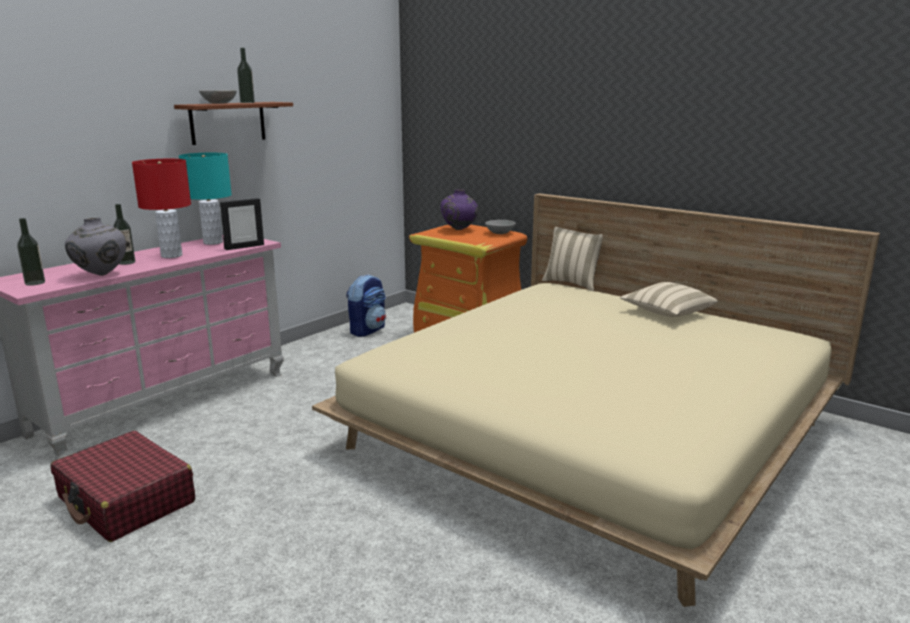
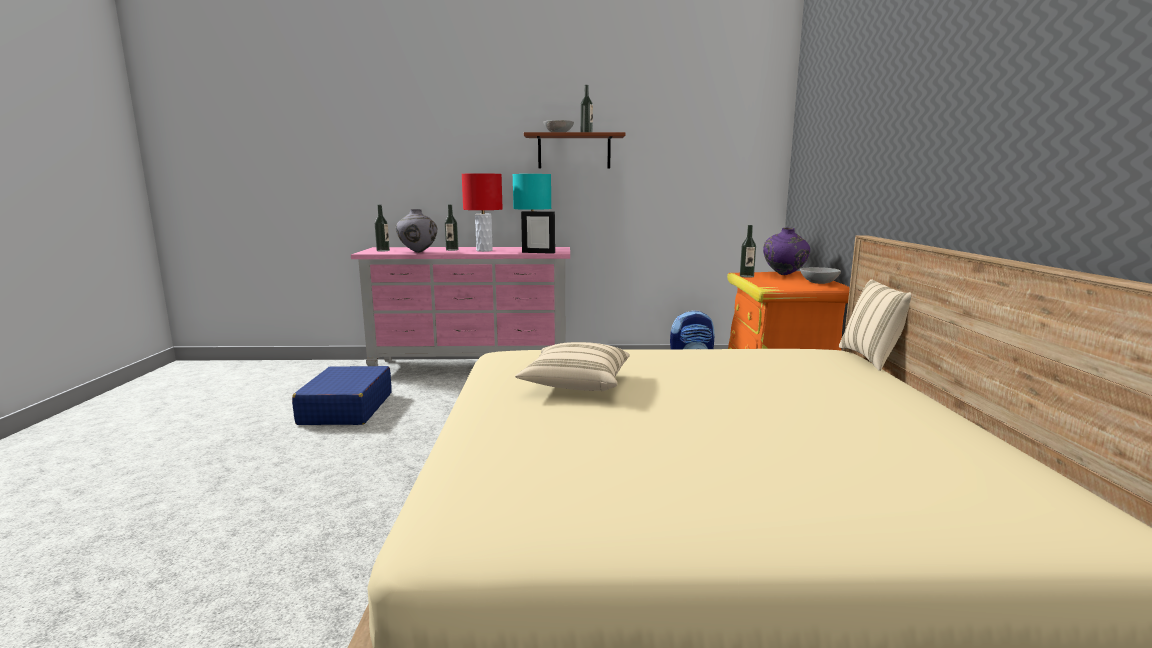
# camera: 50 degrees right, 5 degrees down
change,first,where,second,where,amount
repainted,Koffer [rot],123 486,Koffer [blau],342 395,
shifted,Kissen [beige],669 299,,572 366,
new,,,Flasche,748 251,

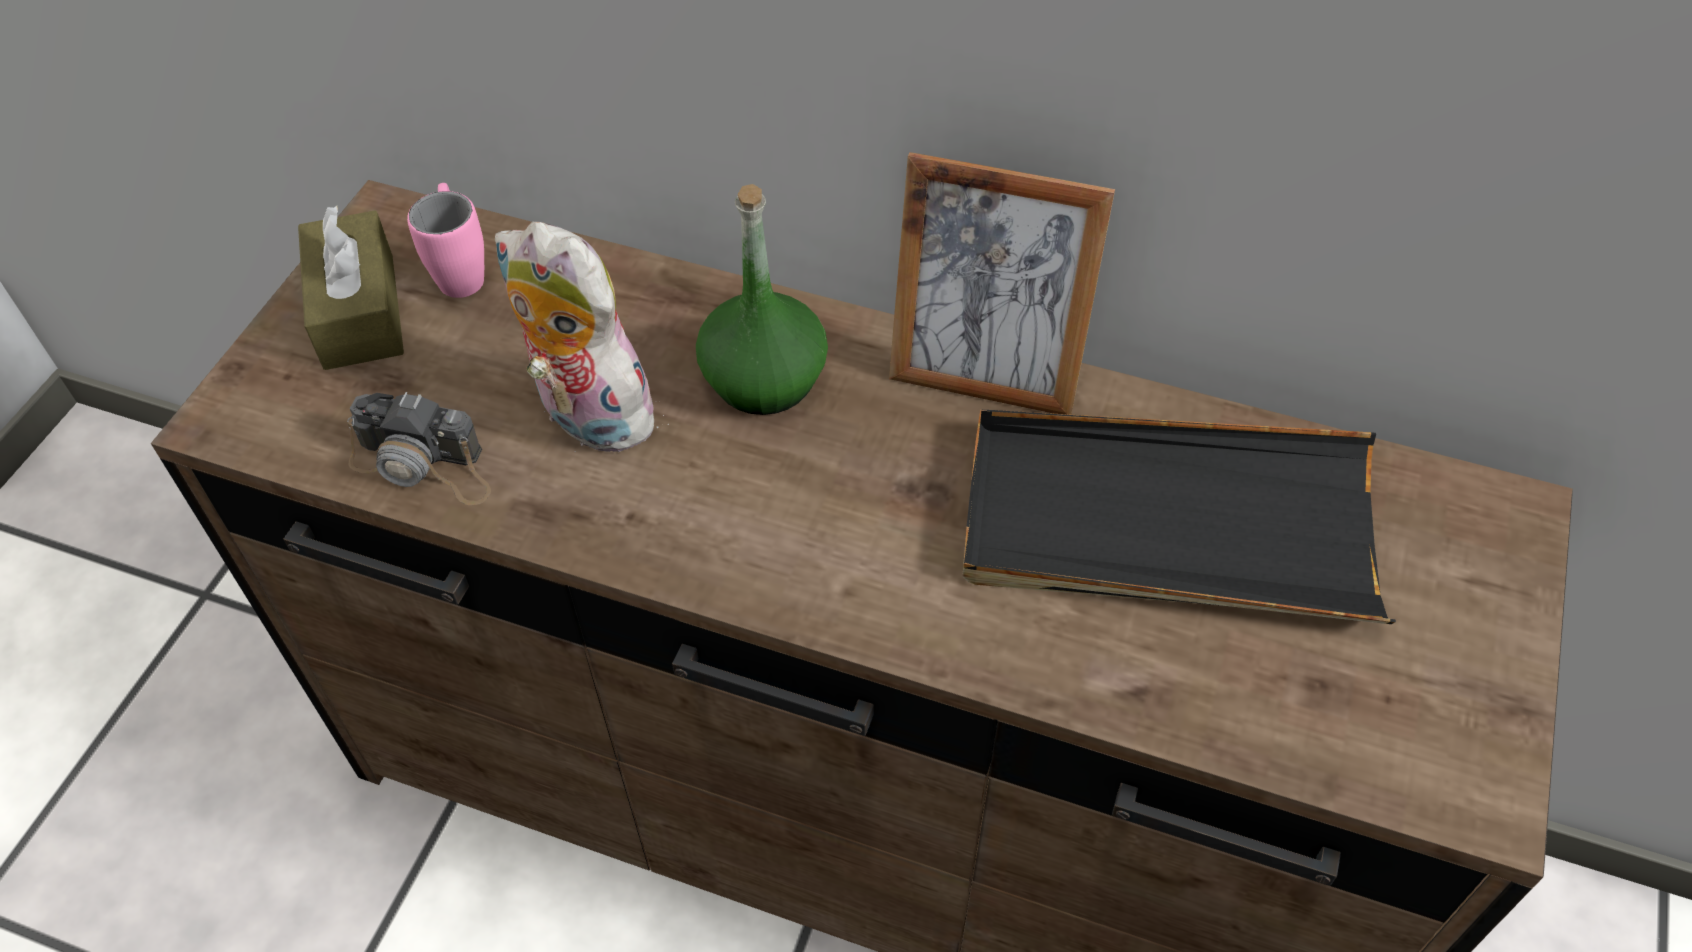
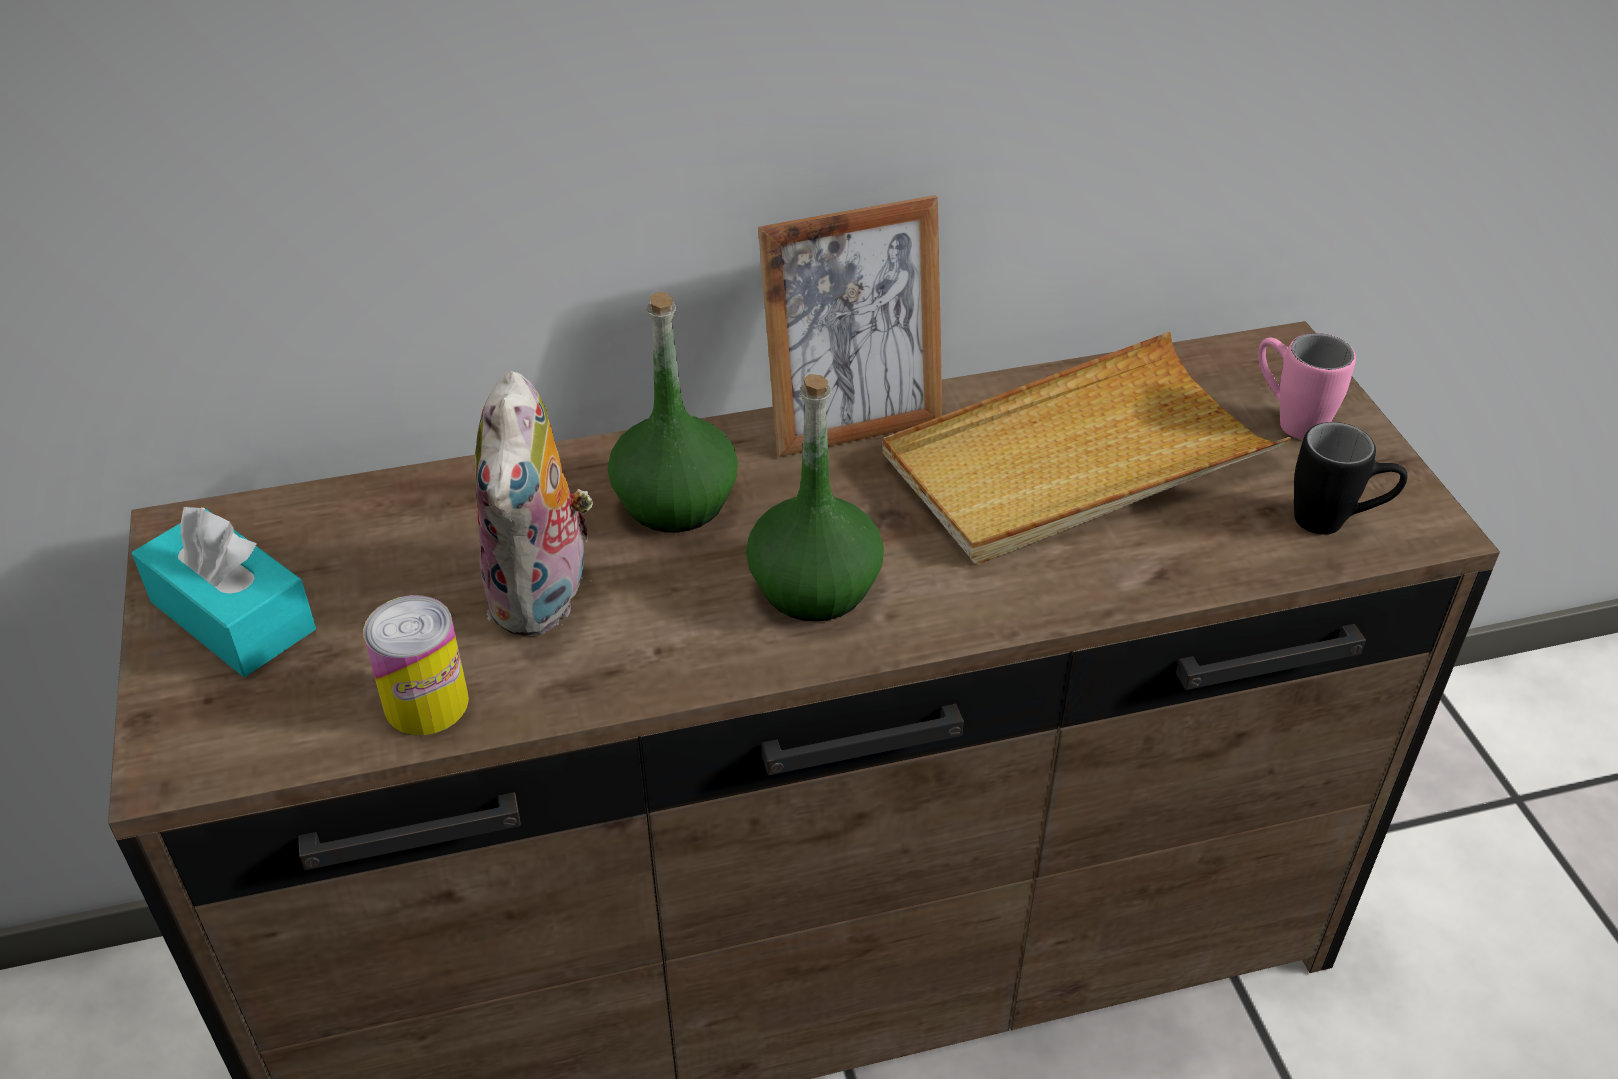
# camera: 35 degrees left, 10 degrees down
change,first,where,second,where,amount
repainted,Taschentuchbox [braun],351 288,Taschentuchbox [türkis],224 591,
swapped,Kamera,419 448,Dose,416 665,
shifted,Henkelbecher [rosa],445 240,,1307 386,
rotated,Plüschtier,579 337,,534 503,90 degrees counterclockwise
repainted,Tablett [schwarz],1179 517,Tablett [beige],1086 448,
new,,,Flasche [grün],815 498,
new,,,Henkelbecher [schwarz],1350 478,

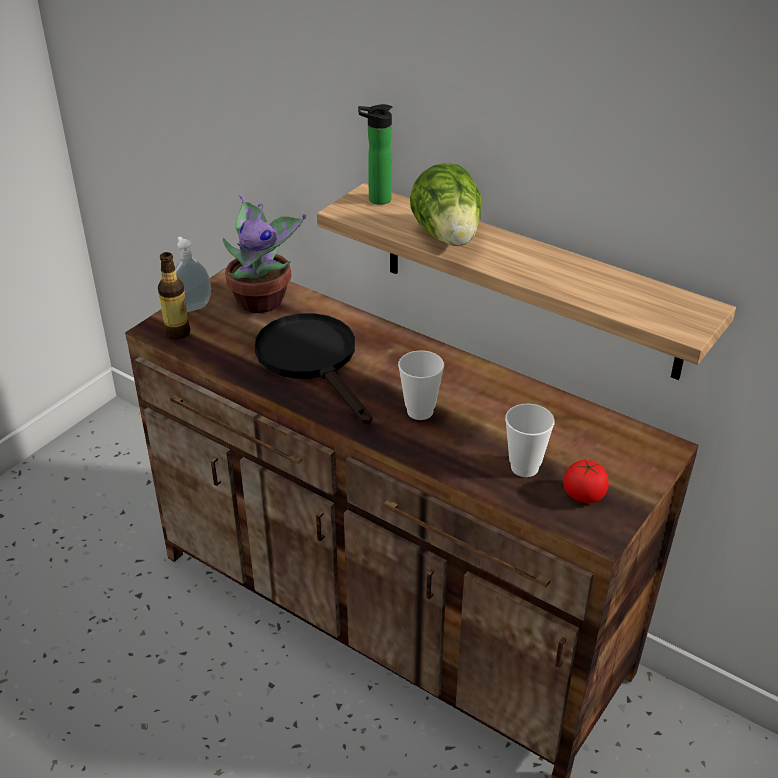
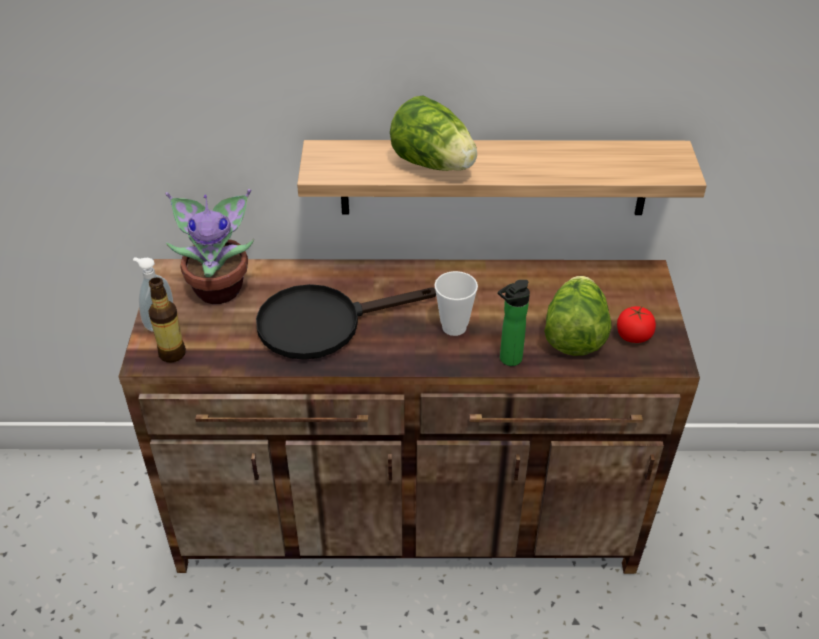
# camera: 35 degrees left, 5 degrees up
change,first,where,second,where,amount
rotated,Pfanne [schwarz],314 368,,346 322,45 degrees counterclockwise
shifted,Flasche,375 154,,514 323,
swapped,Tasse,530 440,Salatkopf,578 316,

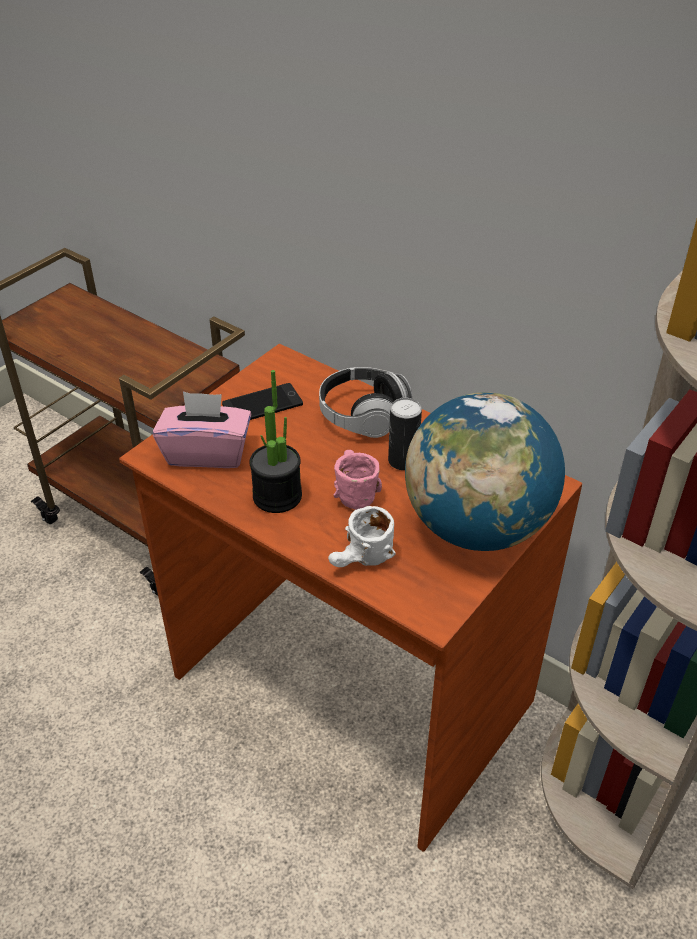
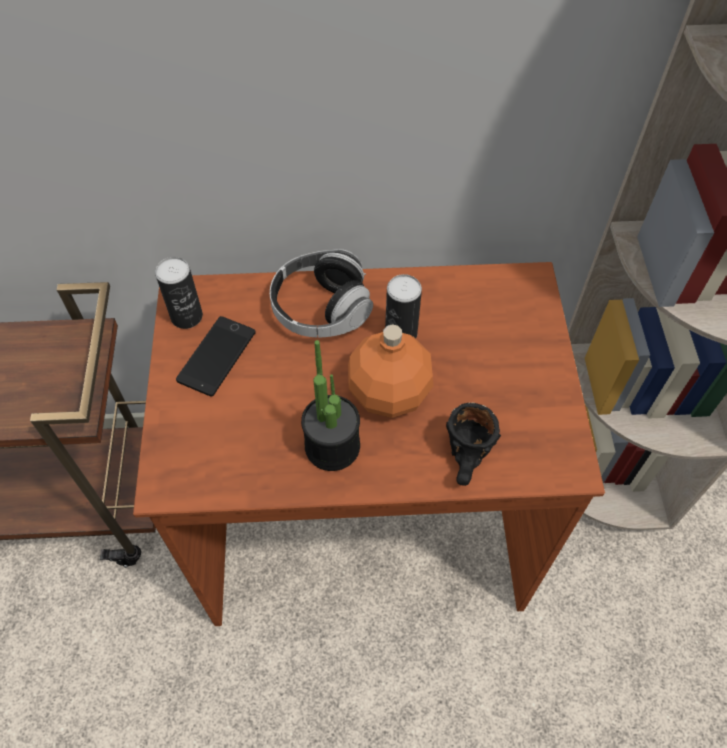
# camera: 40 degrees left, 15 degrees up
change,first,where,second,where,amount
gone,Taschentuchbox [rosa],202 430,,,
repainted,Henkelbecher [weiß],362 536,Henkelbecher [schwarz],473 444,
swapped,Henkelbecher [rosa],358 480,Flasche [orange],390 371,
gone,Globus,485 471,,,
new,,,Dose,179 293,

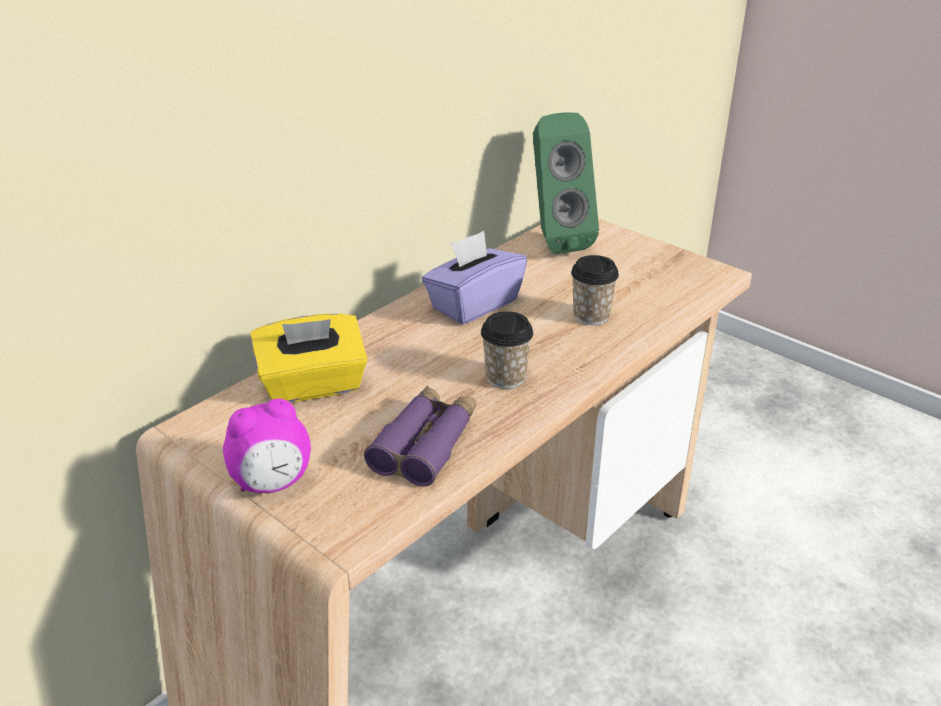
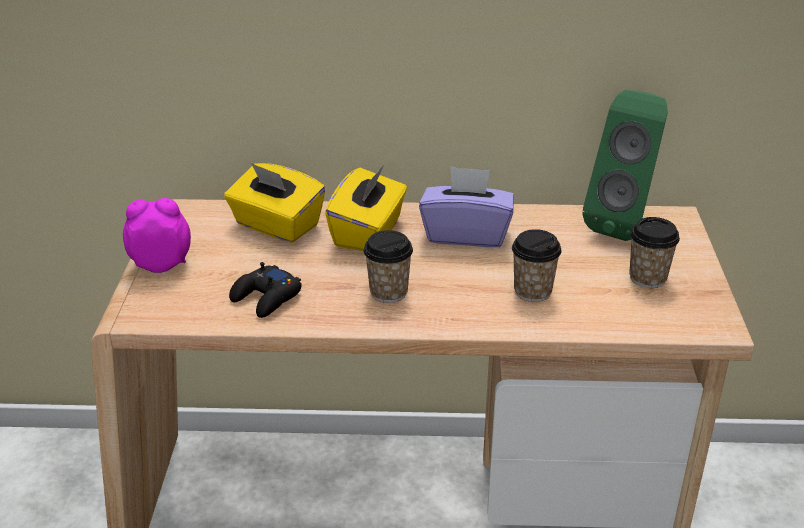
# camera: 50 degrees right, 0 degrees up
change,first,where,second,where,amount
rotated,Wecker,267 446,,157 235,150 degrees clockwise
swapped,Fernglas [lila],420 436,Gamepad [schwarz],265 290,
new,,,Taschentuchbox [gelb],366 208,
new,,,Tasse,654 252,

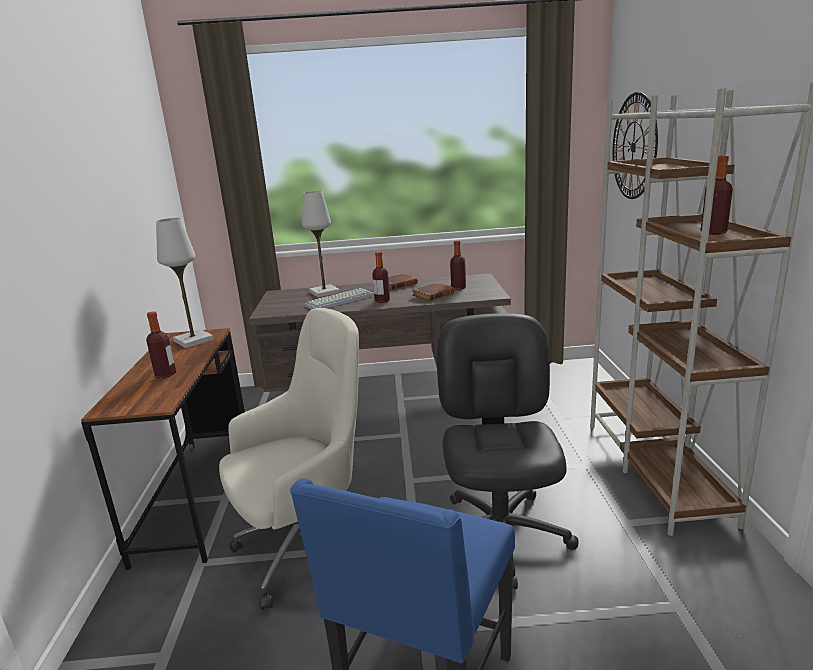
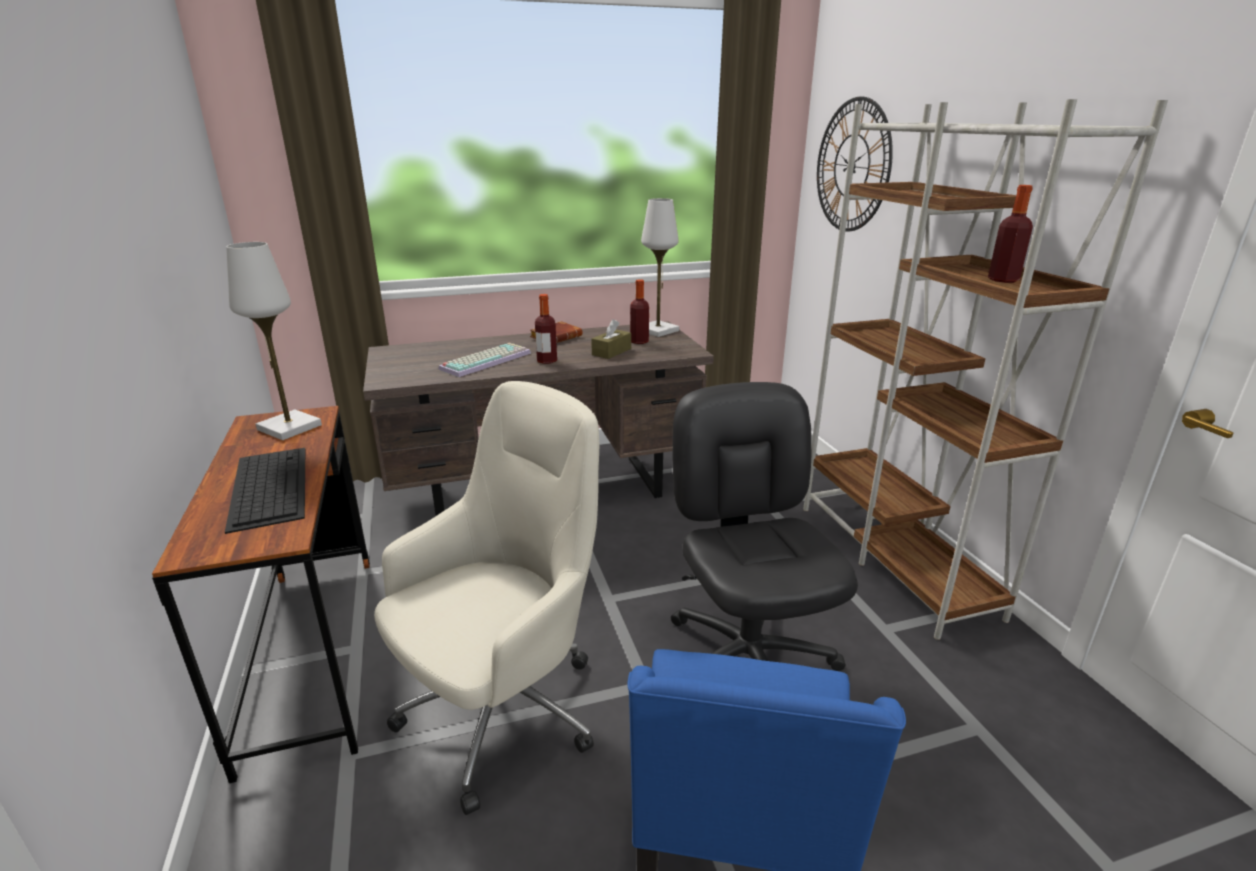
# camera: 15 degrees left, 5 degrees up
change,first,where,second,where,amount
swapped,Flasche,161 344,Tastatur,265 491,
shifted,Tischlampe [weiß],321 244,,660 267,
swapped,Buch [braun],433 291,Taschentuchbox [braun],611 339,

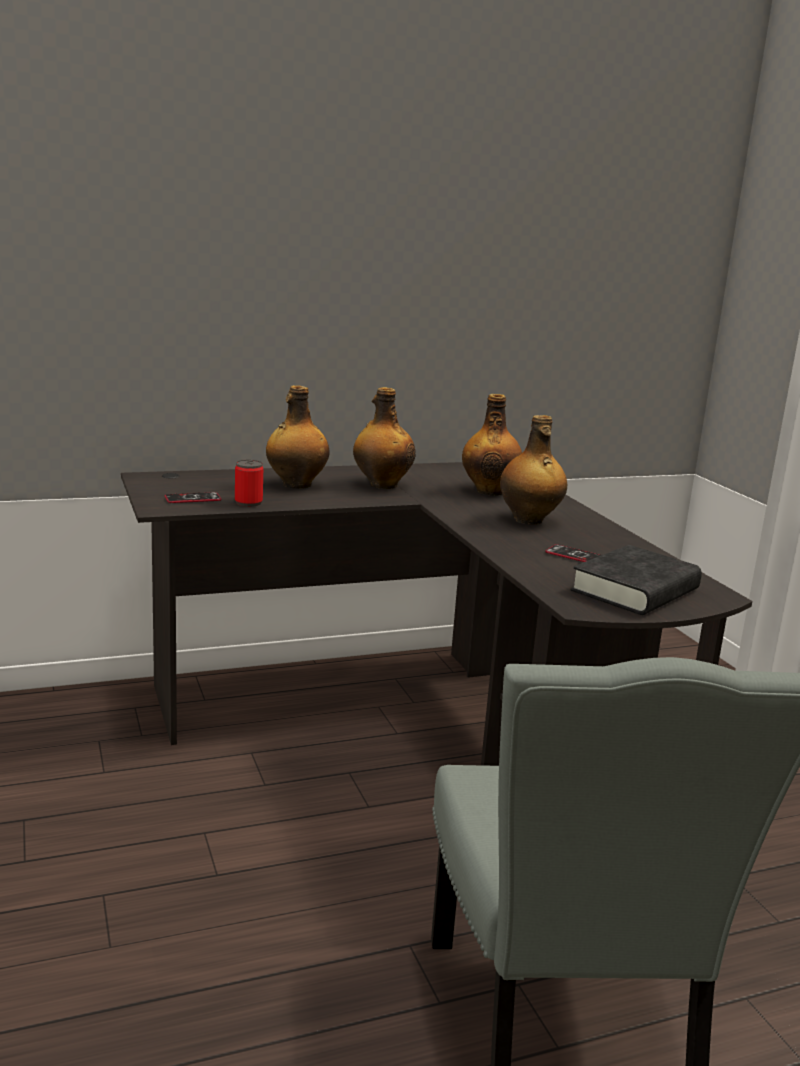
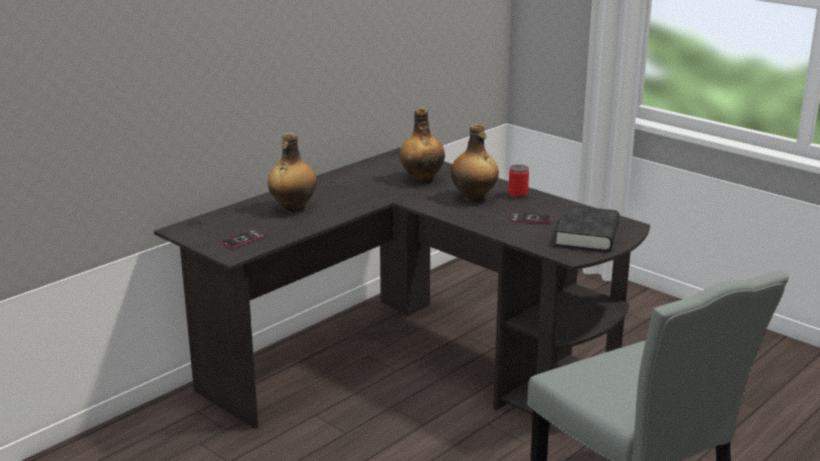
# camera: 25 degrees left, 5 degrees up
change,first,where,second,where,amount
shifted,Dose,249 483,,518 181,
gone,Flasche,384 438,,,

